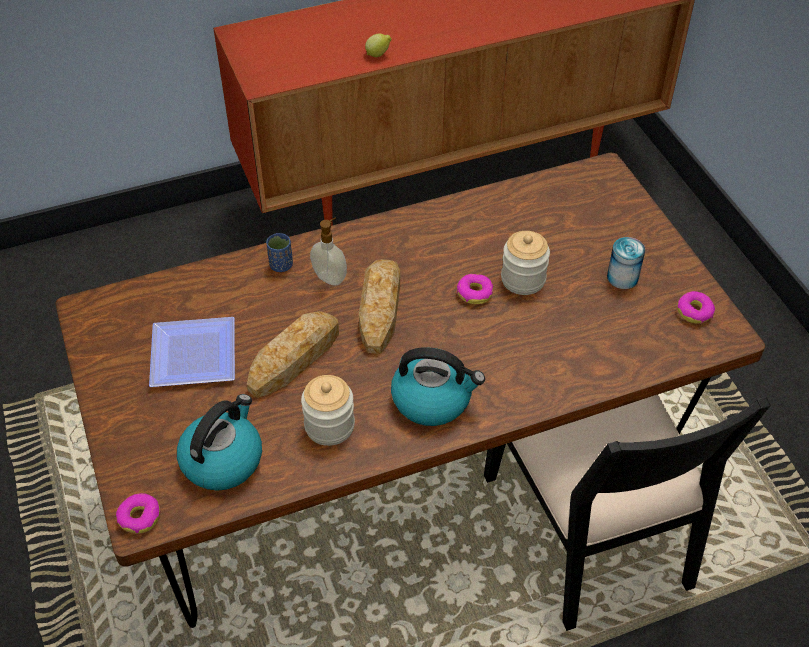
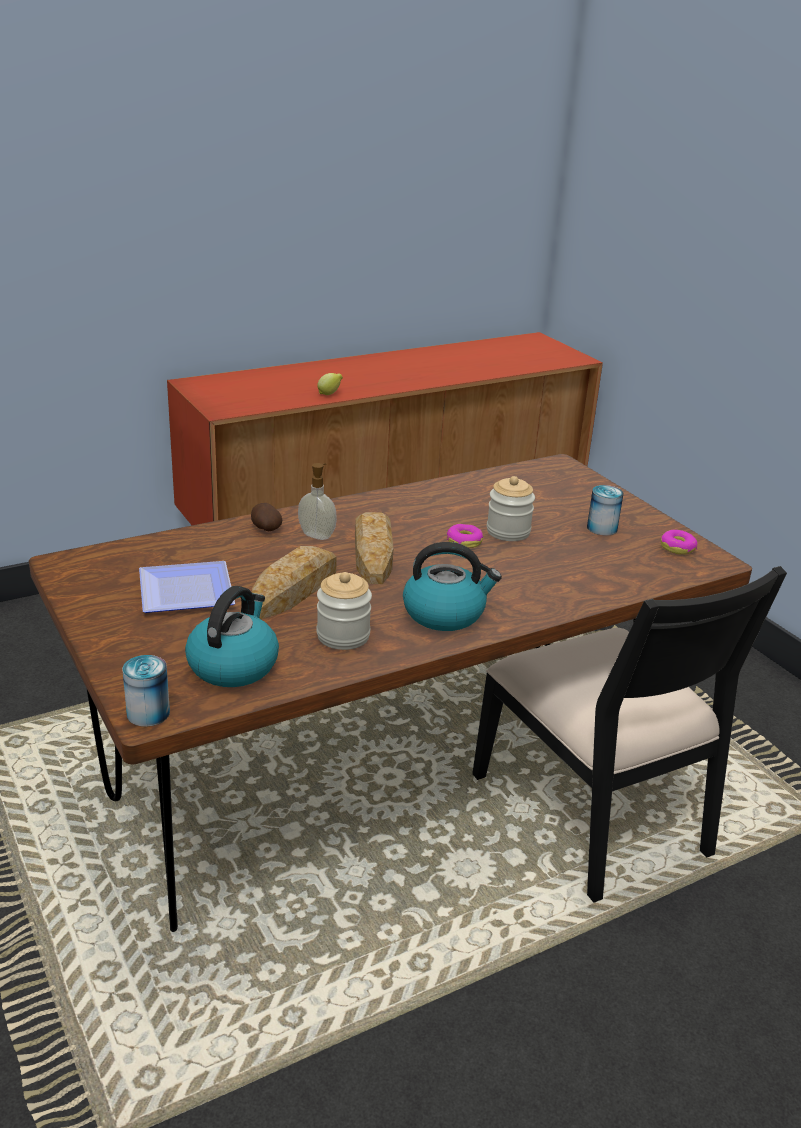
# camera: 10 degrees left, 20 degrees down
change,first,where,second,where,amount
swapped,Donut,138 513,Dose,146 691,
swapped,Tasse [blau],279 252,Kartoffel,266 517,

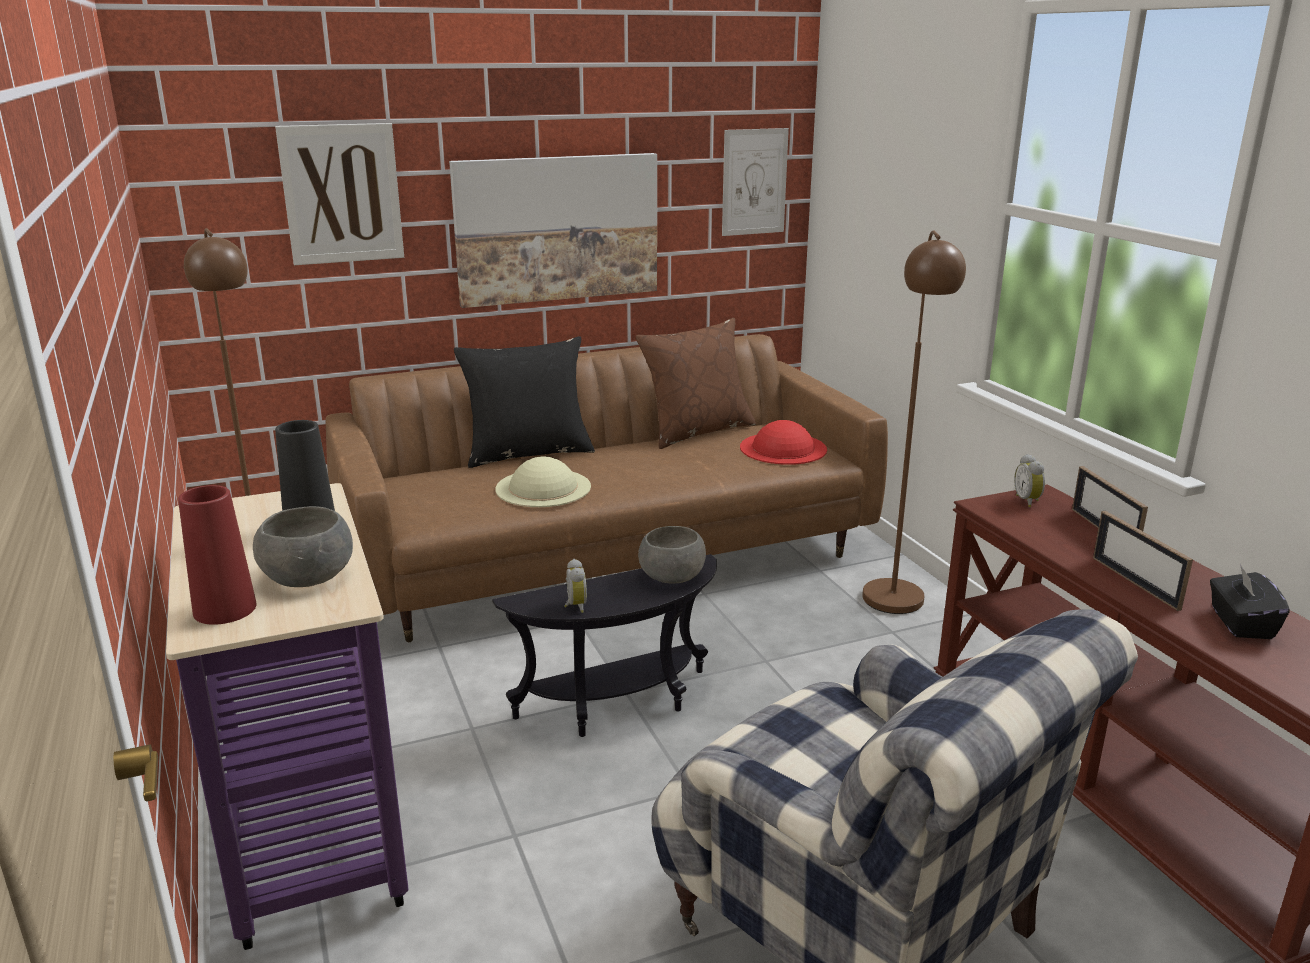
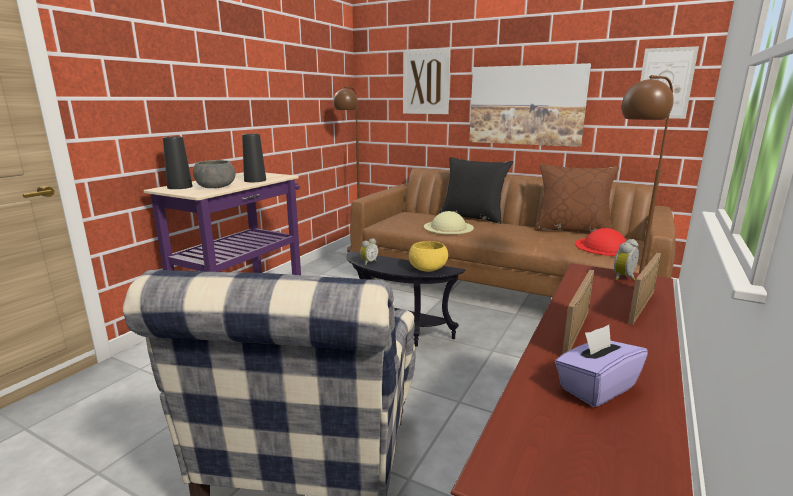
# camera: 50 degrees right, 5 degrees down
change,first,where,second,where,amount
repainted,Vase [rot],217 555,Vase [schwarz],177 162,
repainted,Schüssel [grau],672 554,Schüssel [gelb],428 256,
repainted,Taschentuchbox [schwarz],1250 601,Taschentuchbox [lila],601 366,

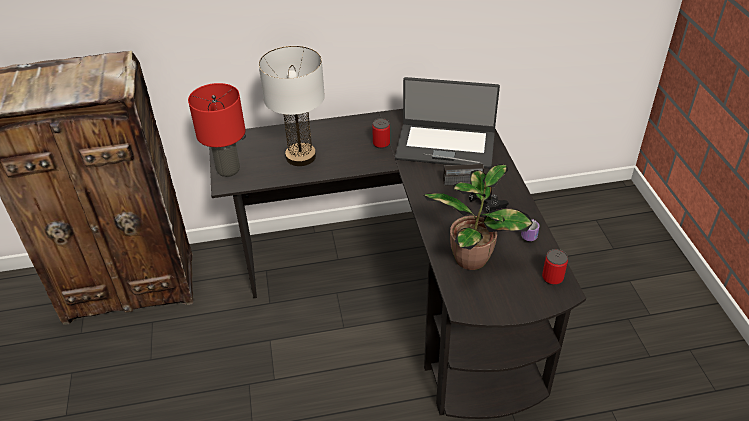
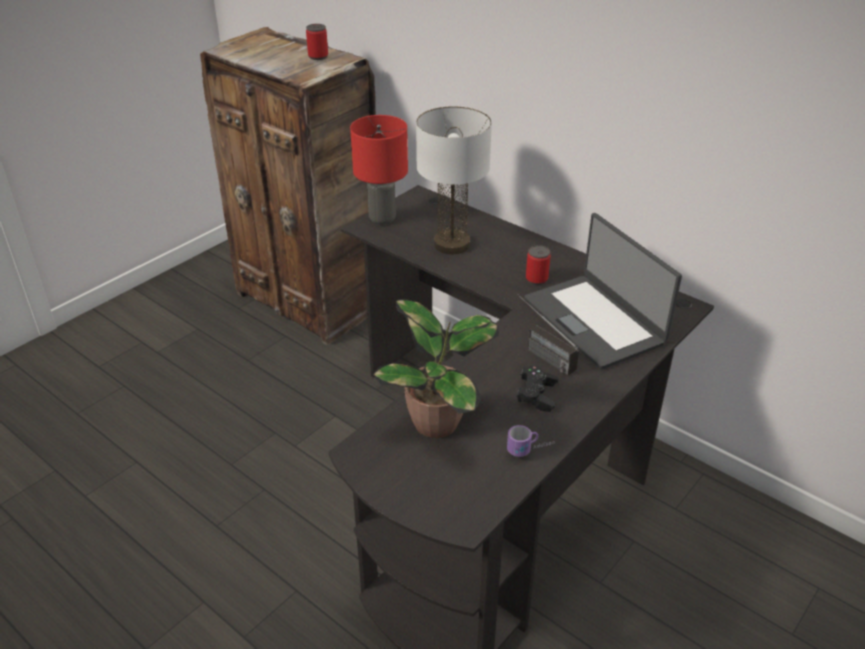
# camera: 50 degrees right, 5 degrees down
change,first,where,second,where,amount
shifted,Dose,555 267,,317 42,

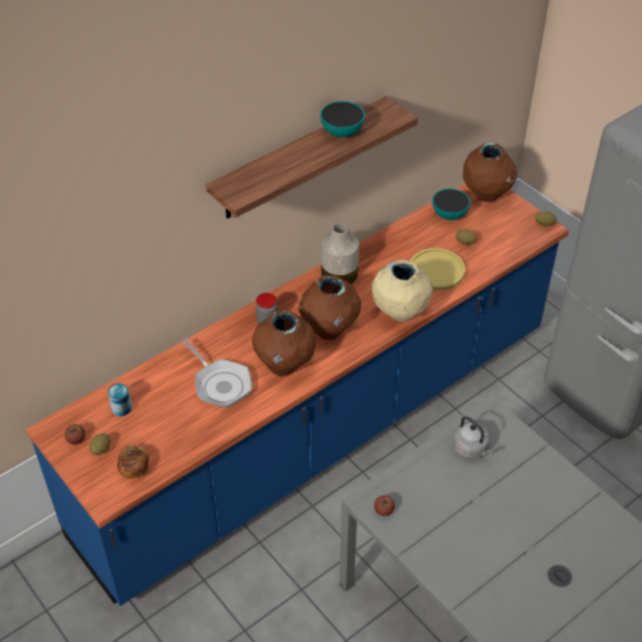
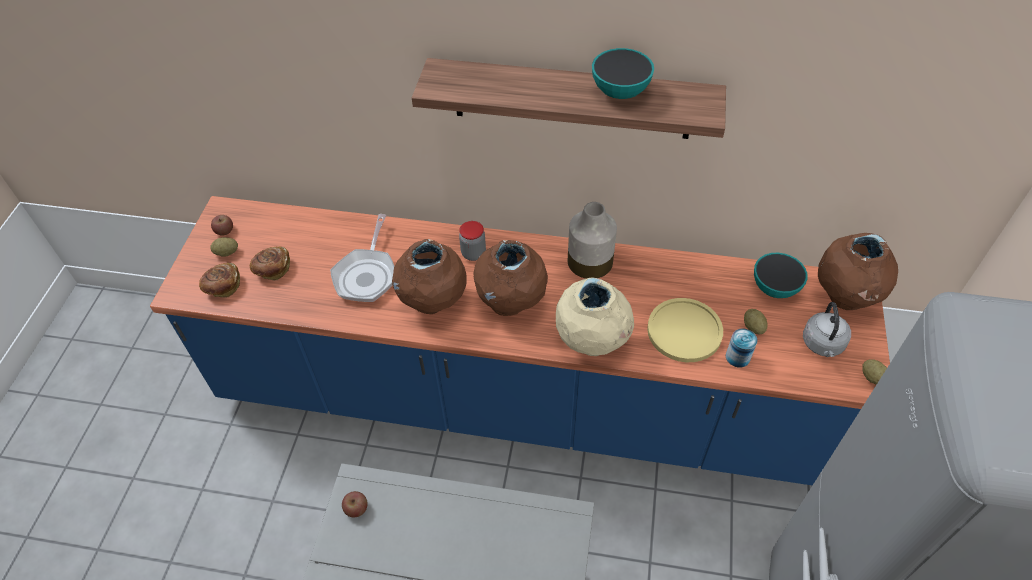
# camera: 50 degrees right, 5 degrees up
change,first,where,second,where,amount
shifted,Dose,120 399,,741 348,
shifted,Wasserkessel [grau],473 437,,827 329,
new,,,Brot,270 263,

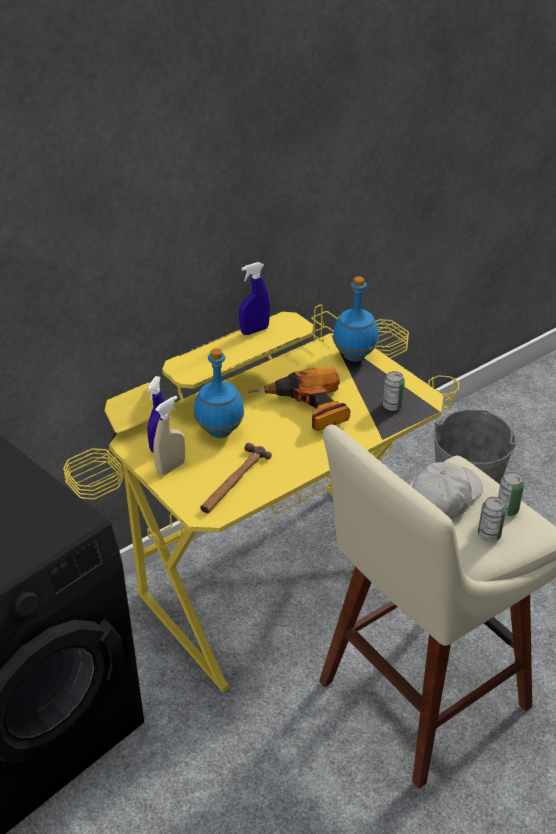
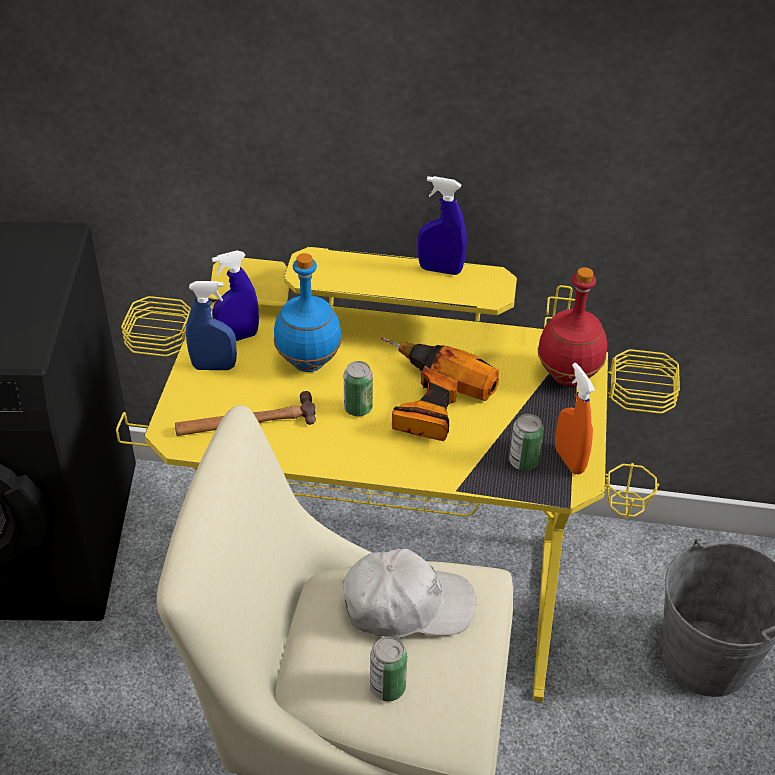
# camera: 45 degrees right, 5 degrees up
change,first,where,second,where,amount
repainted,Sprühflasche [beige],169 435,Sprühflasche [blau],211 325,
repainted,Flasche [blau],356 318,Flasche [rot],572 326,
shifted,Dose,511 494,,358 388,
new,,,Sprühflasche [orange],575 418,

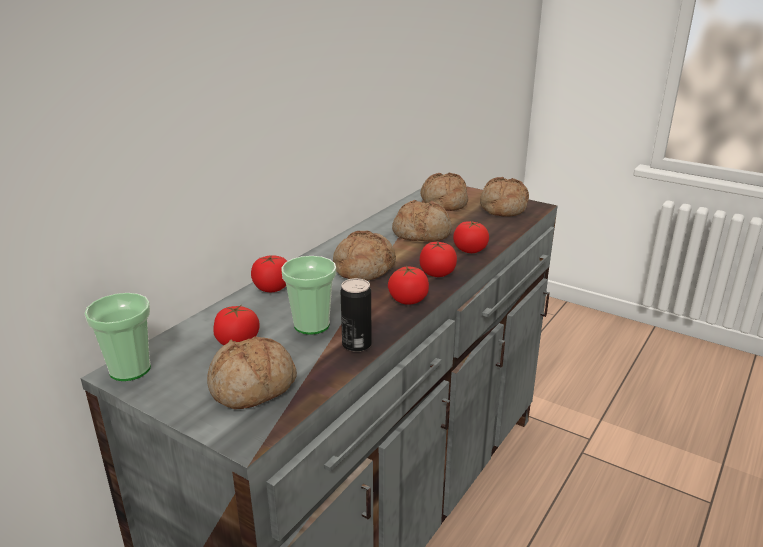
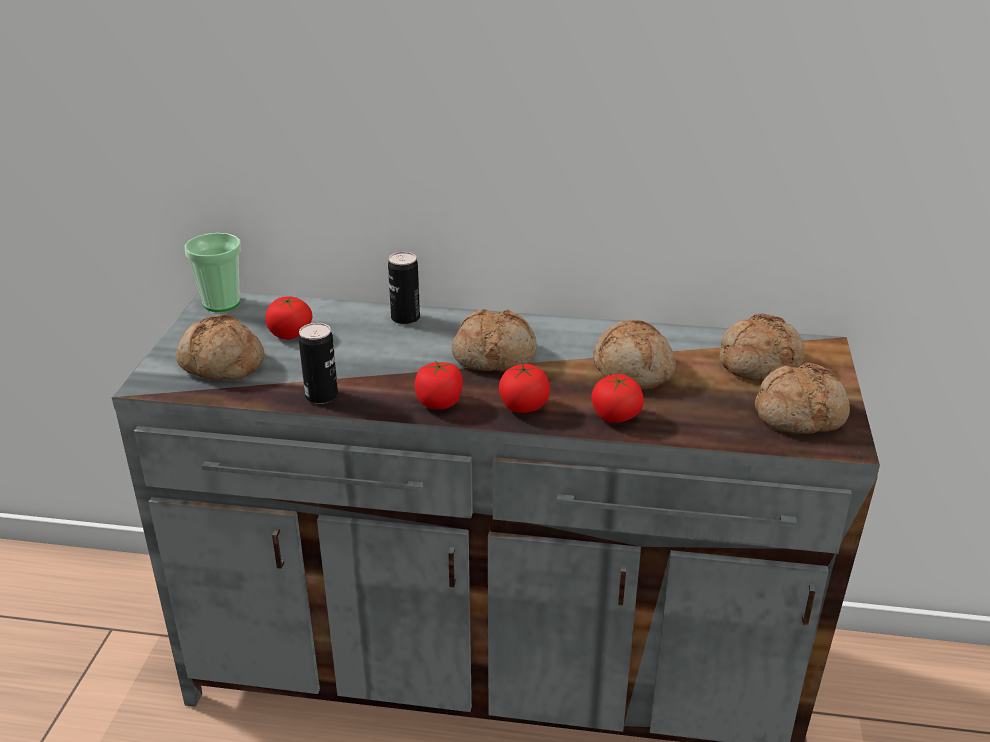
# camera: 65 degrees right, 5 degrees up
change,first,where,second,where,amount
swapped,Tomate,269 273,Dose,404 288,
gone,Tasse,308 295,,,

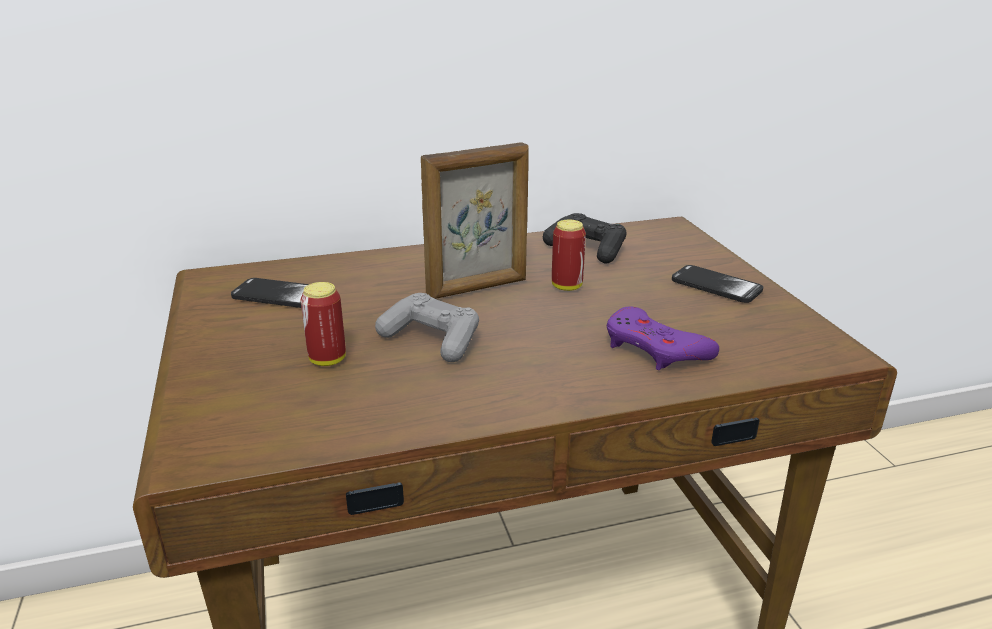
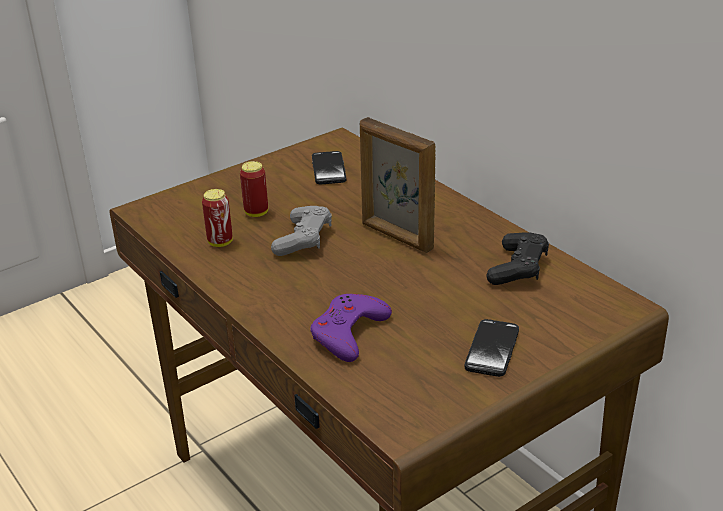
# camera: 70 degrees right, 5 degrees up
change,first,where,second,where,amount
shifted,Dose,569 255,,217 218,

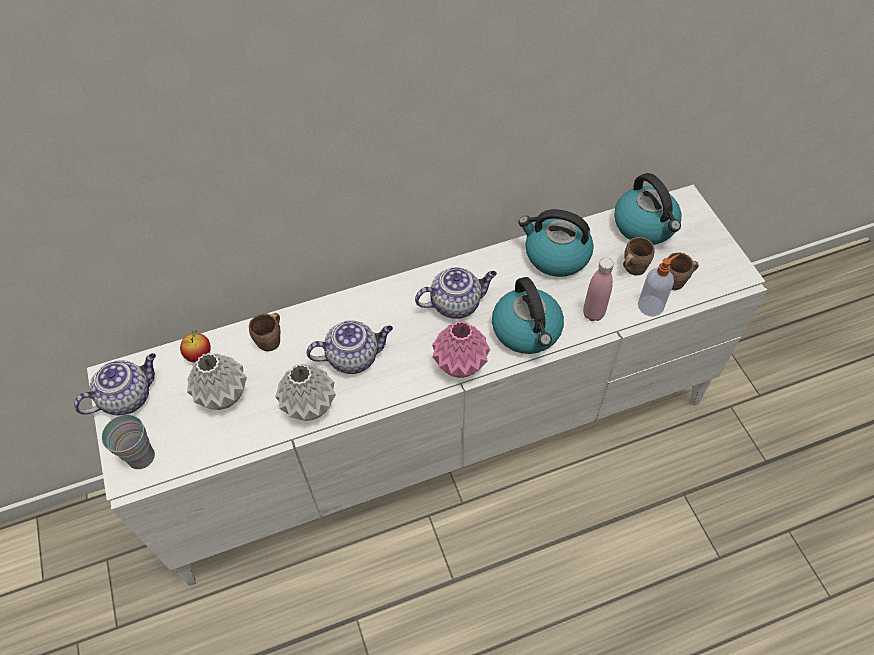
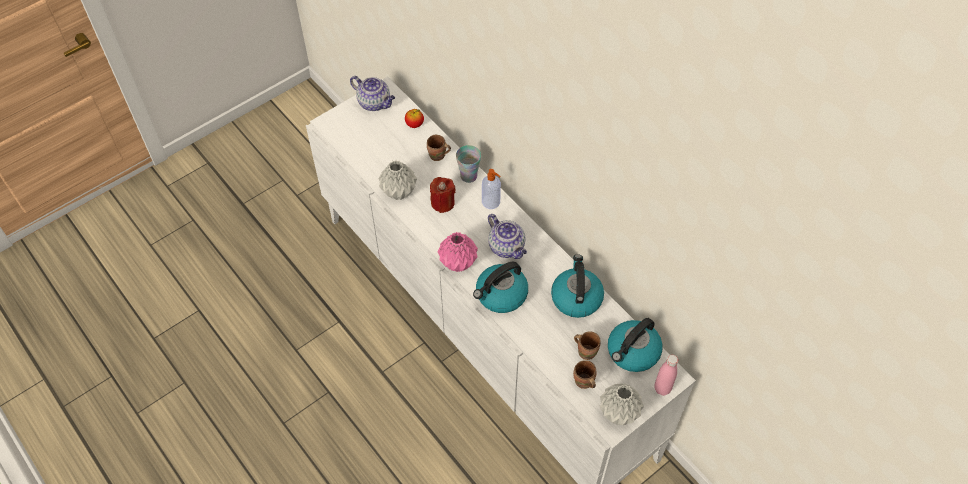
# camera: 70 degrees right, 0 degrees up
change,first,where,second,where,amount
shifted,Tasse,128 442,,468 164,
shifted,Vase [grau],217 381,,621 404,
swapped,Teekanne,350 347,Kerze [rot],443 195,
shifted,Flasche [rosa],598 289,,666 375,
shifted,Seifenspender,659 285,,491 189,

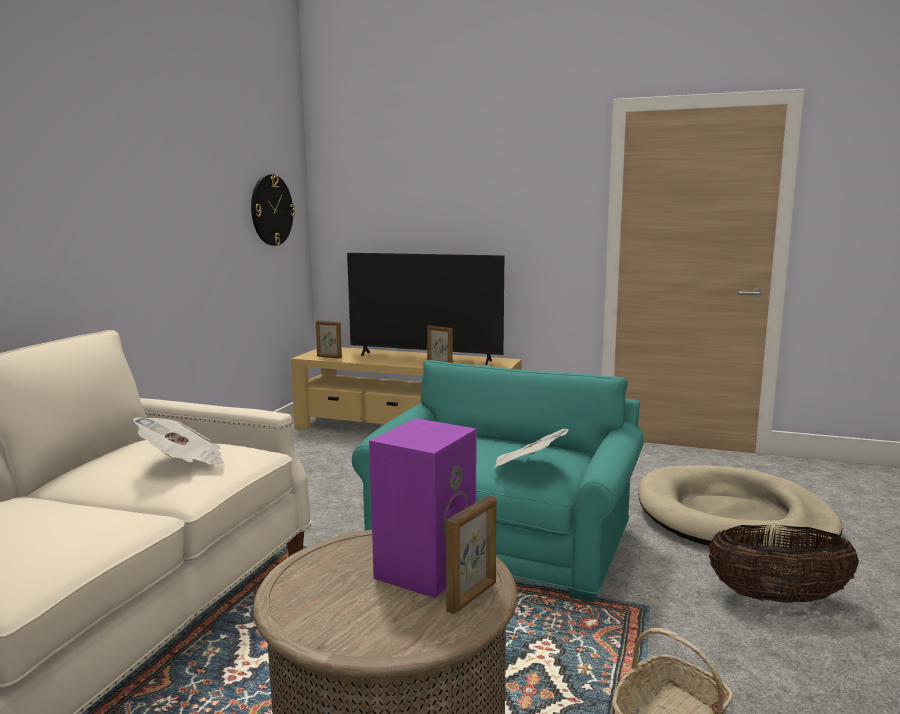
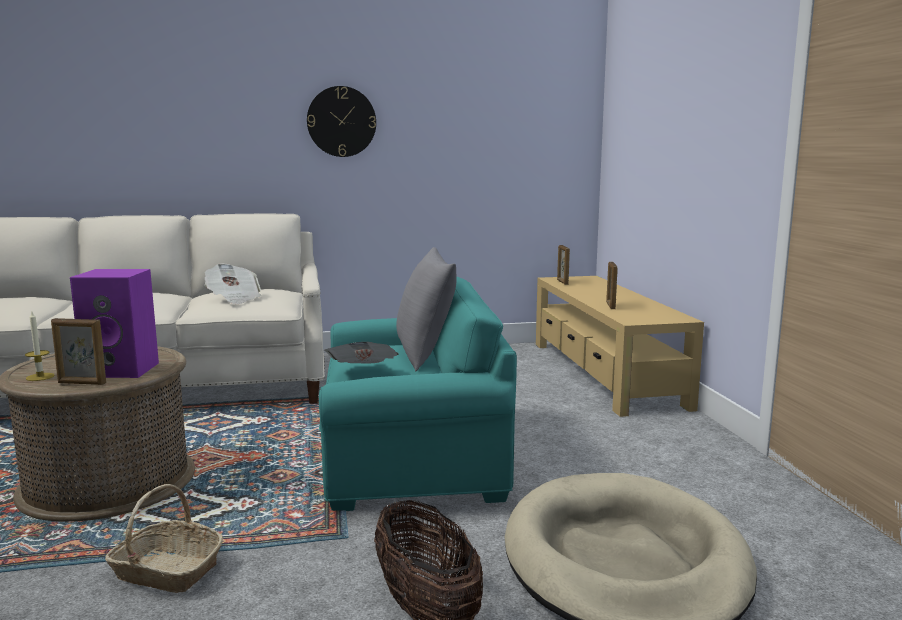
# camera: 60 degrees right, 0 degrees up
change,first,where,second,where,amount
shifted,Wanduhr,273 210,,341 121,
gone,Fernseher,425 309,,,
new,,,Kerze,39 346,
new,,,Kissen [grau],426 309,

